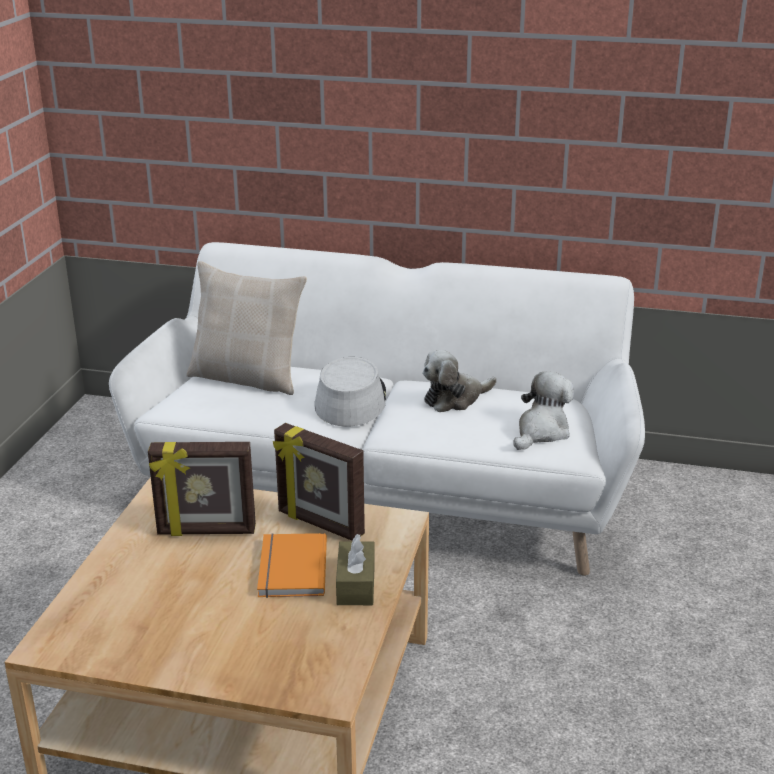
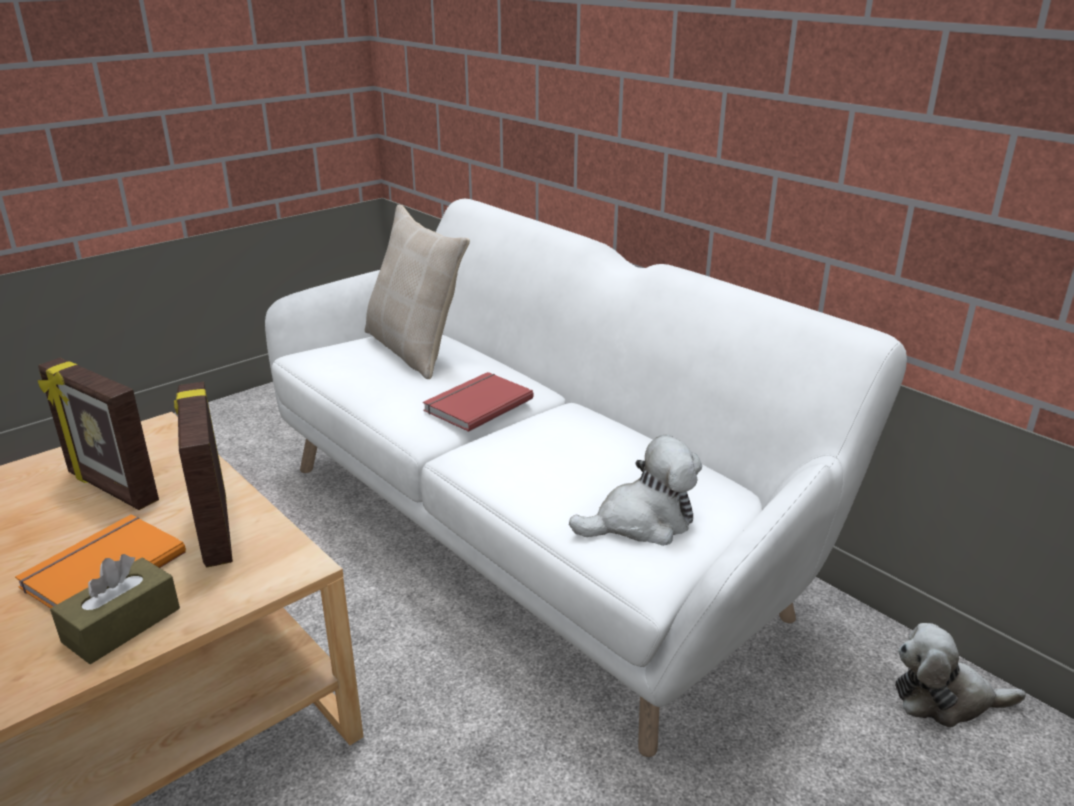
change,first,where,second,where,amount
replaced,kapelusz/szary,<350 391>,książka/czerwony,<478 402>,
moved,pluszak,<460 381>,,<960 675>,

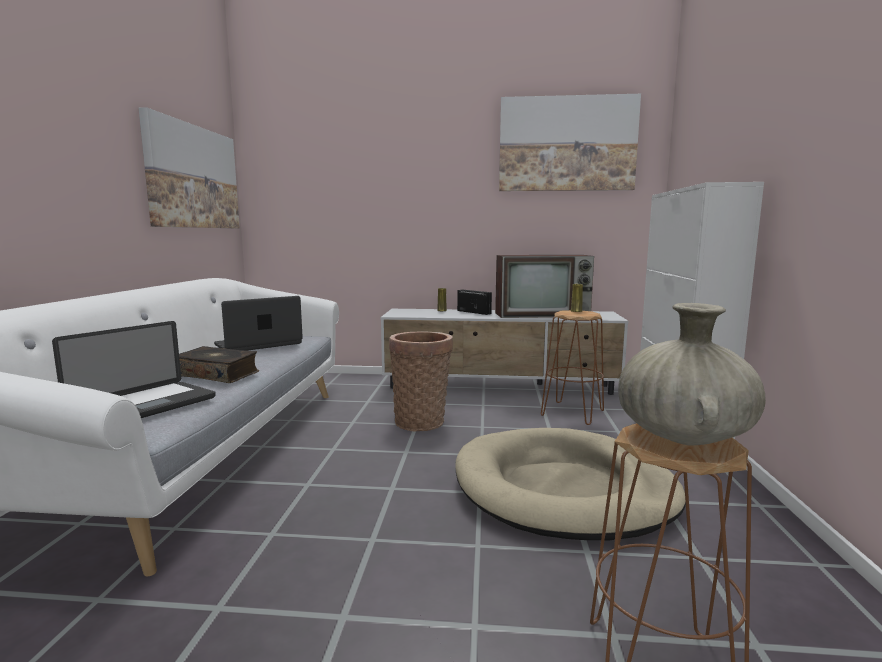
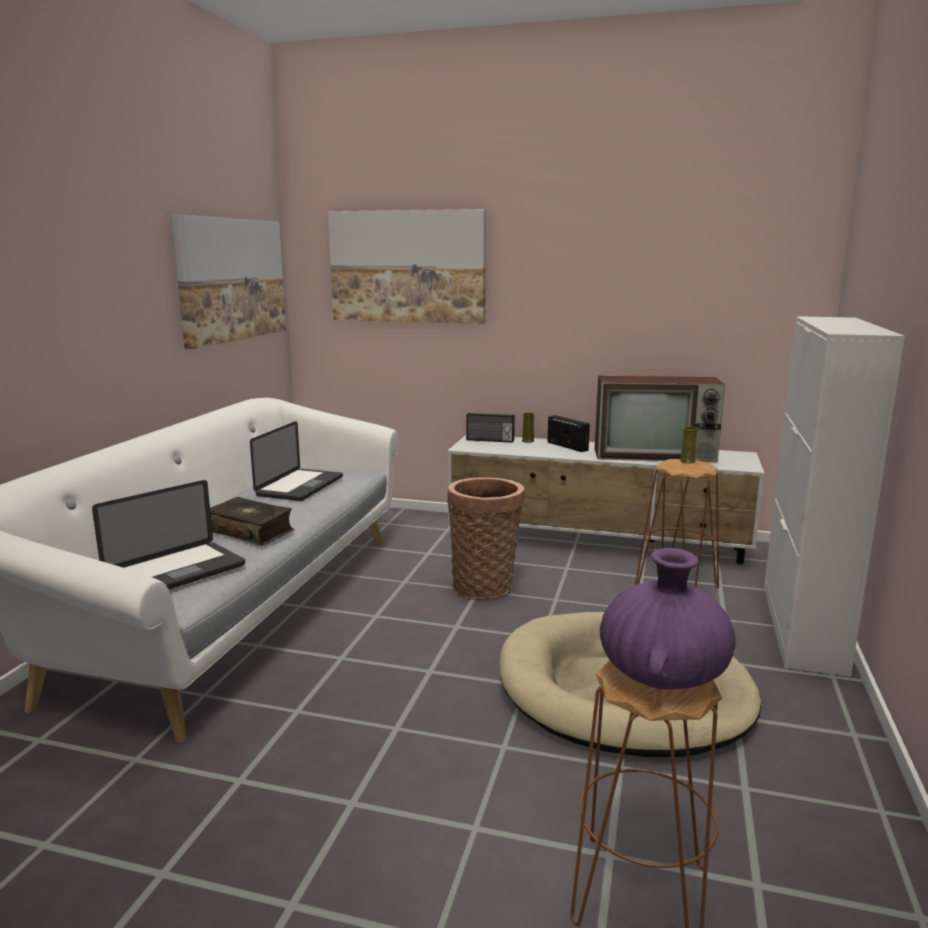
change,first,where,second,where,amount
turned,laptop,<258 323>,,<296 461>,135 degrees clockwise
moved,obraz,<570 142>,,<407 266>,
added,,,radio,<490 428>,
recoloured,wazon/beżowy,<692 374>,wazon/fioletowy,<667 618>,

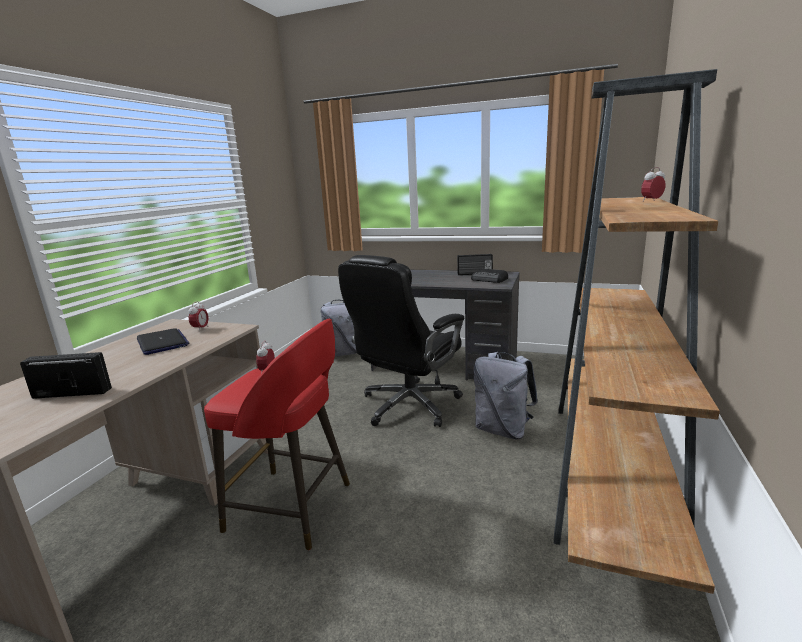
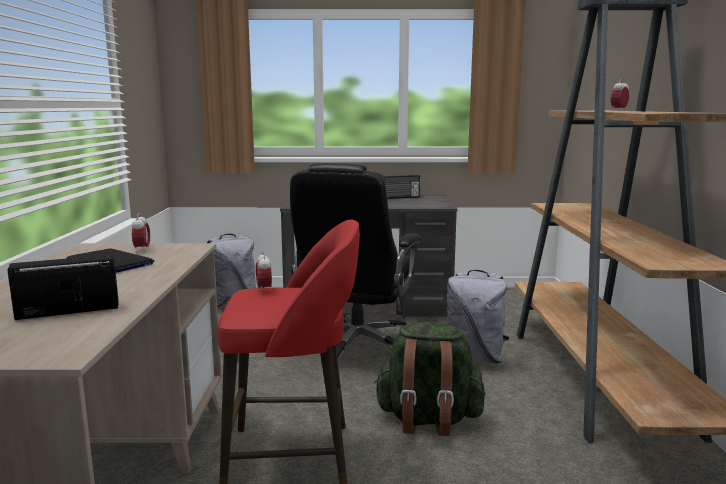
change,first,where,second,where,amount
added,,,plecak/zielony,<430 379>,
removed,radio,<489 276>,,,

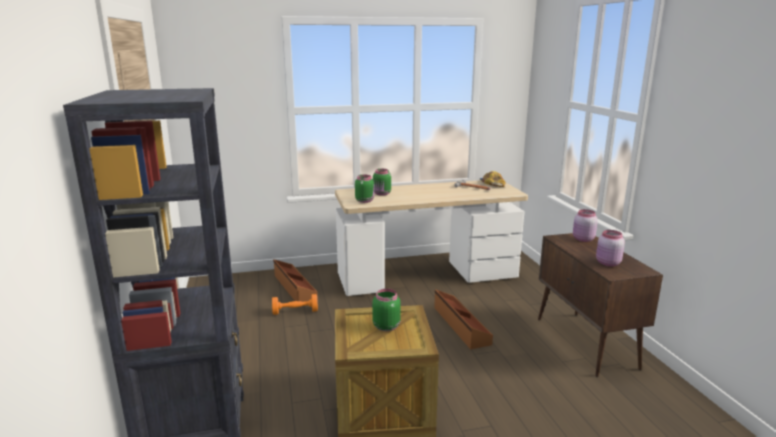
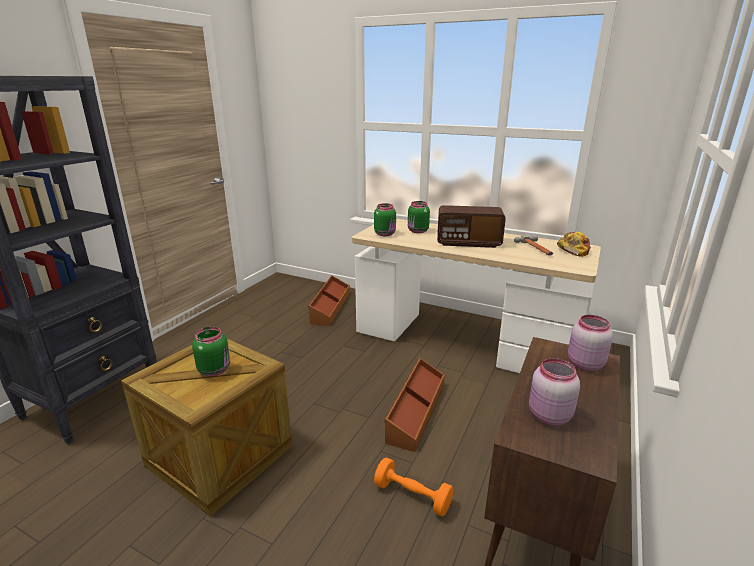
change,first,where,second,where,amount
moved,hantel/pomarańczowy,<295 304>,,<413 486>,
added,,,radio,<471 226>,

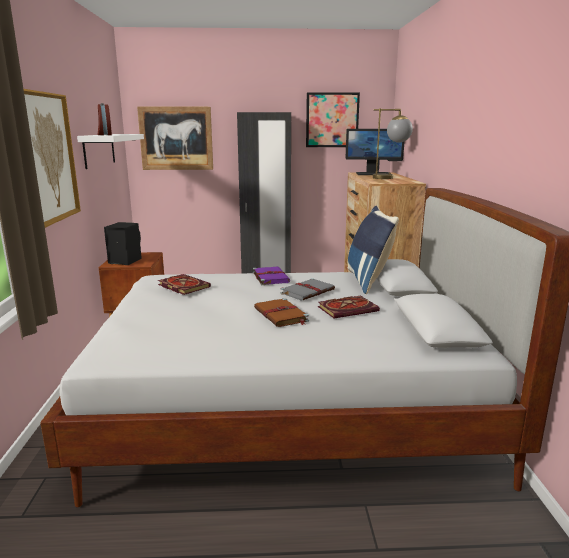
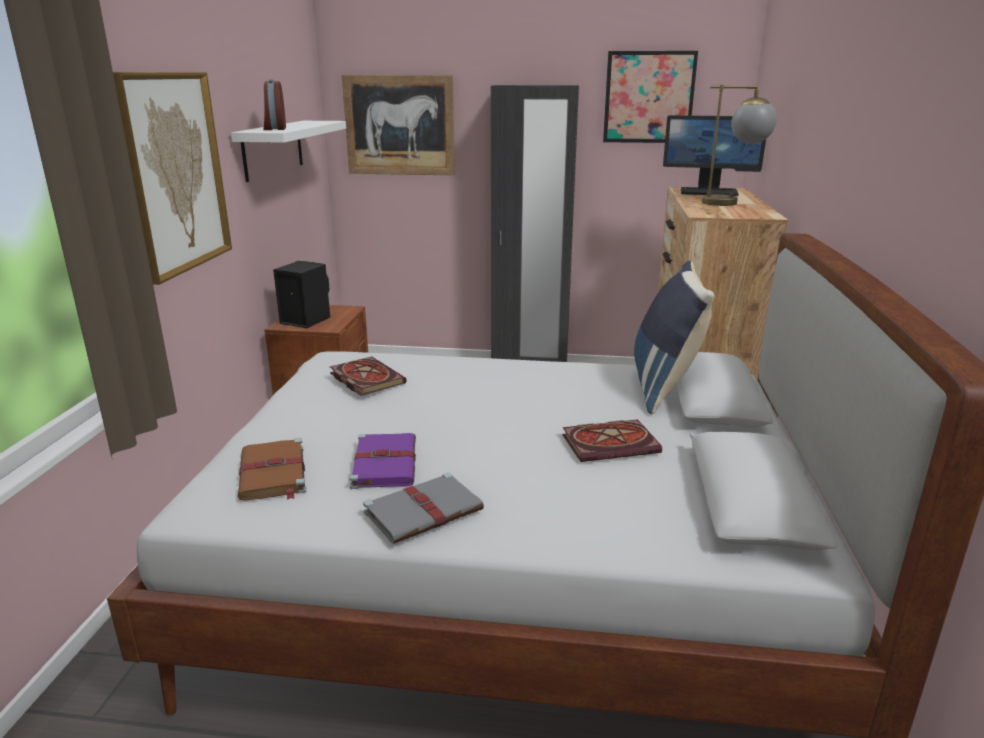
change,first,where,second,where,amount
moved,książka/brązowy,<281 312>,,<272 469>,
moved,książka/fioletowy,<271 276>,,<383 461>,
moved,książka/szary,<307 289>,,<423 508>,

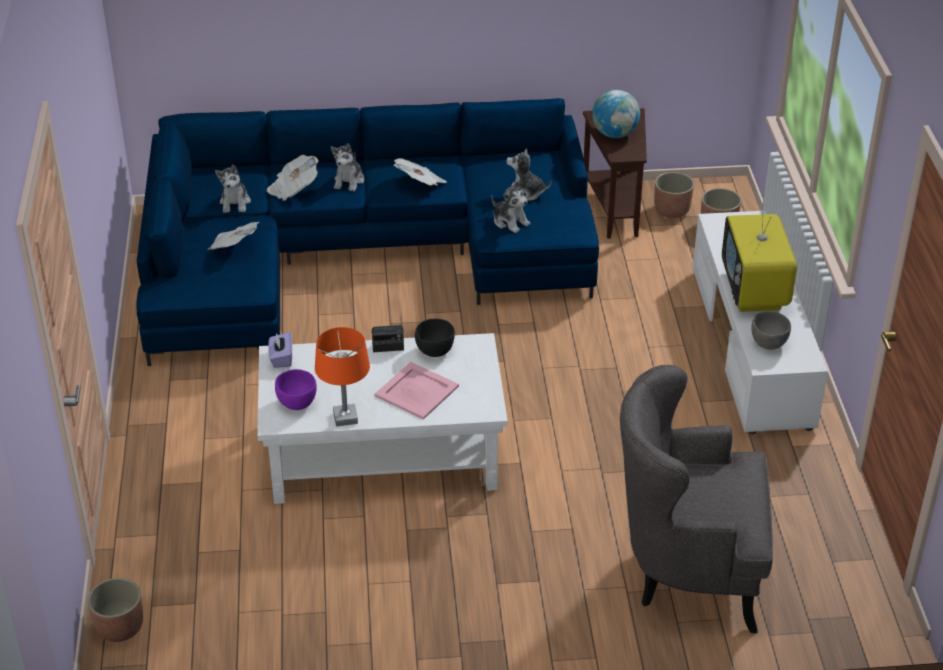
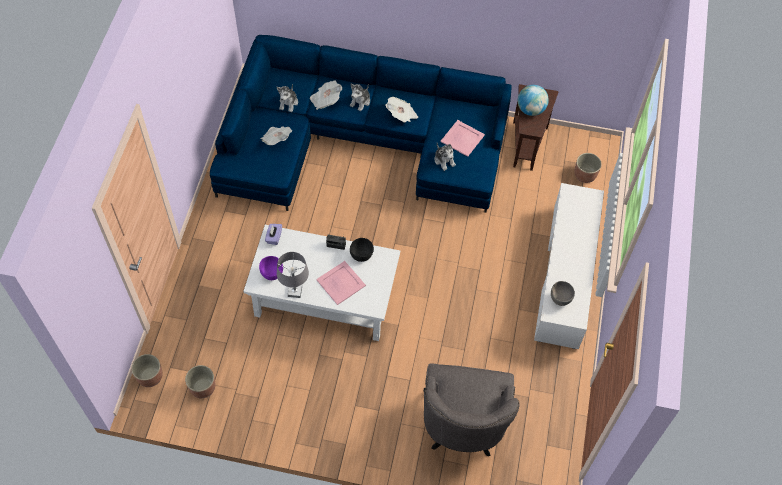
change,first,where,second,where,amount
moved,donica,<674 195>,,<200 381>,
recoloured,lampa stołowa/pomarańczowy,<342 377>,lampa stołowa/szary,<293 275>,
turned,fotel/szary,<696 499>,,<472 409>,105 degrees counterclockwise
replaced,pluszak,<528 174>,taca/różowy,<463 138>,
removed,telewizor,<759 253>,,,

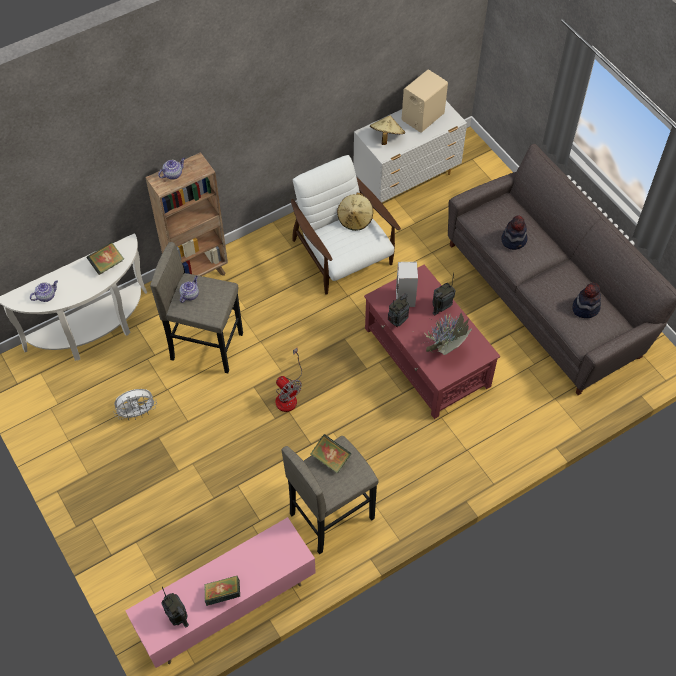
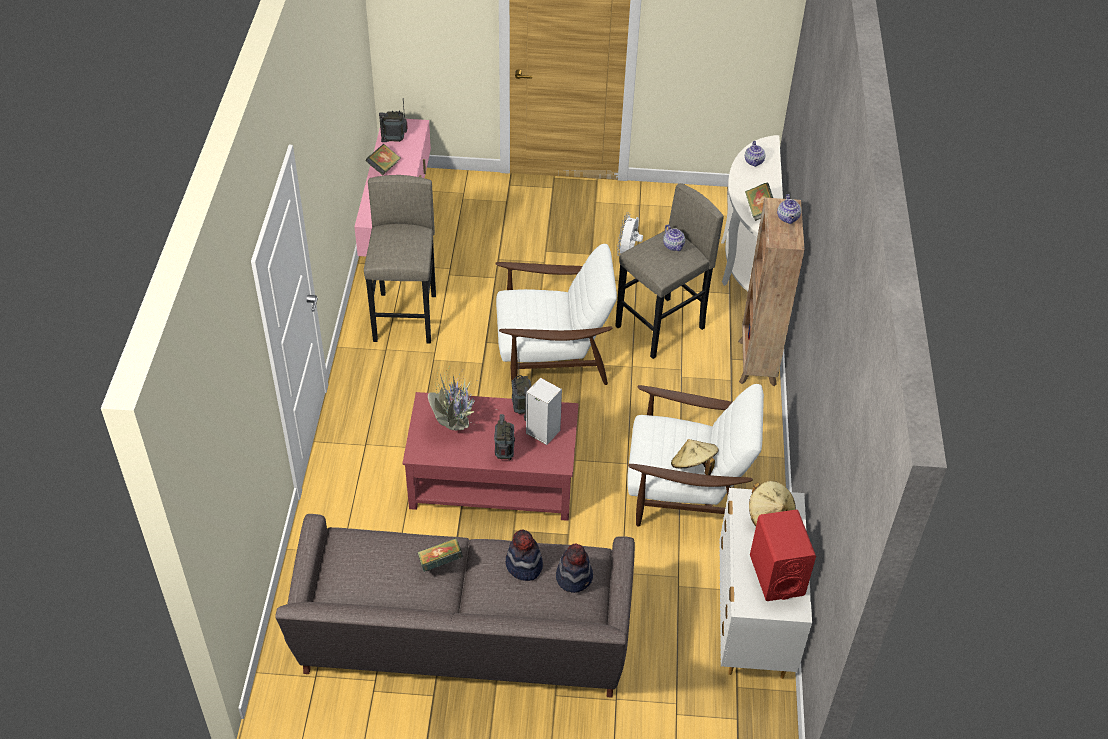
change,first,where,second,where,amount
moved,książka,<331 453>,,<440 555>,
replaced,wentylator,<288 379>,fotel/biały,<556 314>,
moved,kapelusz,<586 300>,,<574 568>,
recoloured,głośnik/beżowy,<425 101>,głośnik/czerwony,<783 555>,

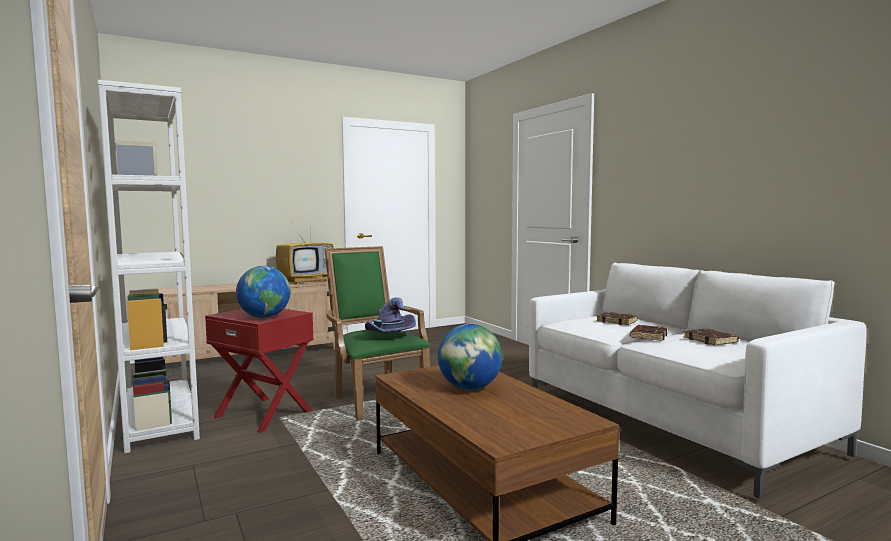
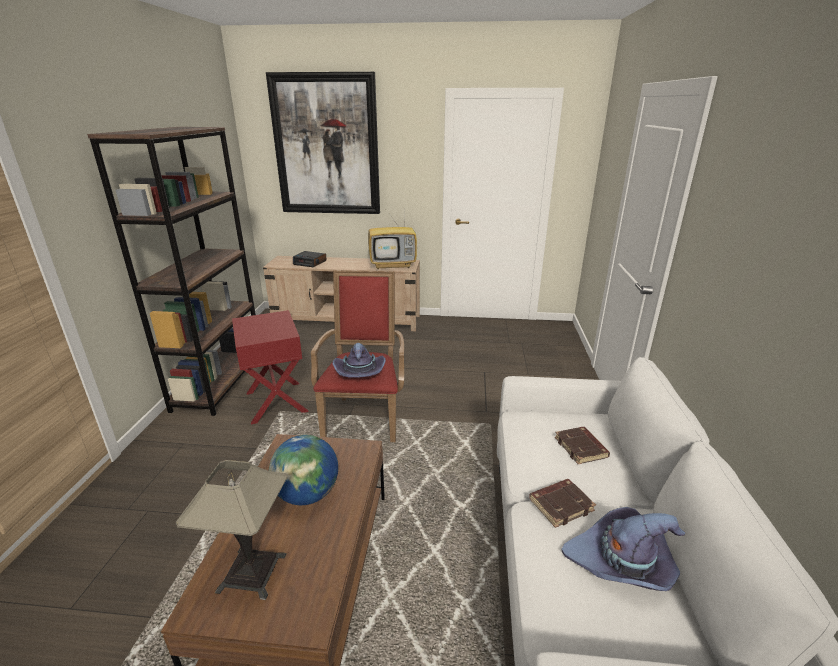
change,first,where,second,where,amount
recoloured,regał/biały,<149 267>,regał/brązowy,<171 271>,
added,,,lampa stołowa,<232 530>,
added,,,obraz,<323 143>,
added,,,budzik,<310 259>,
recoloured,fotel/zielony,<377 333>,fotel/czerwony,<357 356>,
replaced,książka/brązowy,<711 337>,kapelusz/fioletowy,<623 549>,
removed,globus,<263 292>,,,

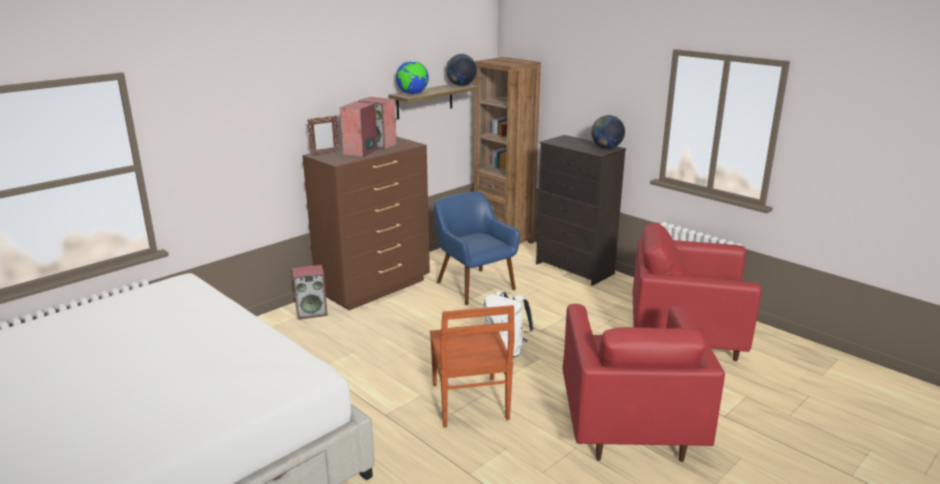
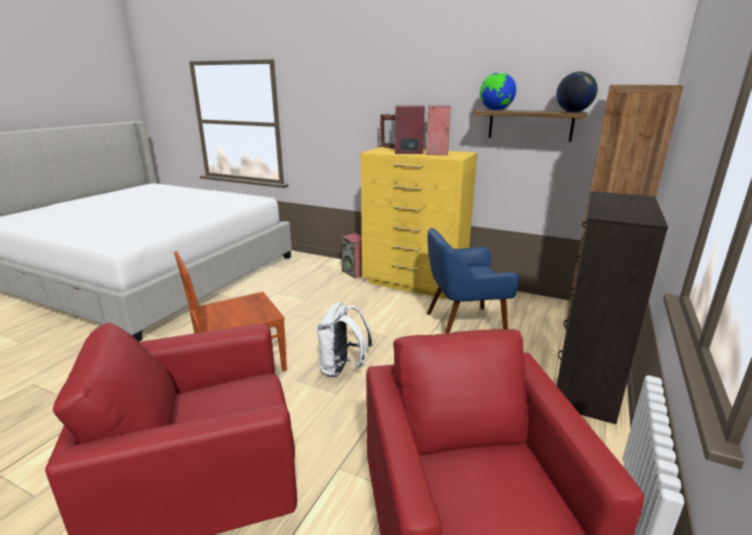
change,first,where,second,where,amount
recoloured,komoda/brązowy,<366 223>,komoda/żółty,<419 223>,
turned,fotel/niebieski,<477 248>,,<473 281>,135 degrees counterclockwise
removed,globus,<608 132>,,,

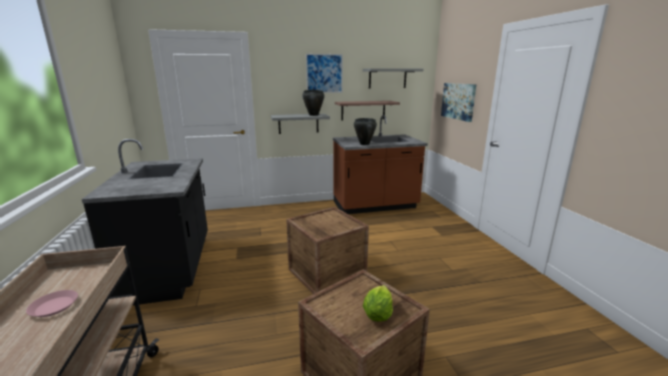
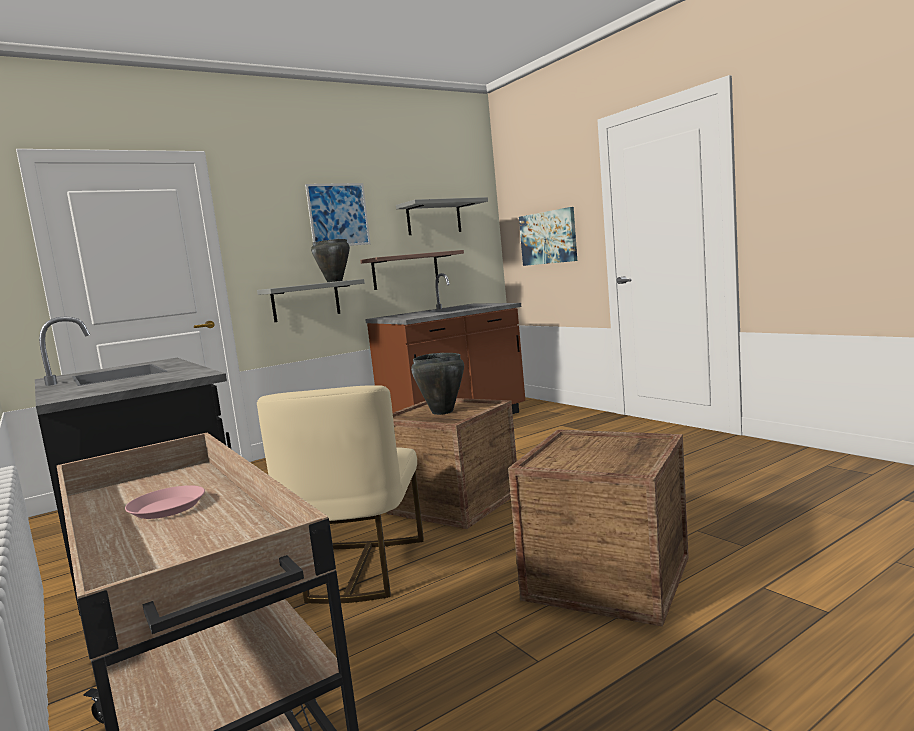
change,first,where,second,where,amount
added,,,krzesło/beżowy,<340 494>,
moved,garnek/czarny,<365 131>,,<437 384>,
removed,sałata,<378 303>,,,

